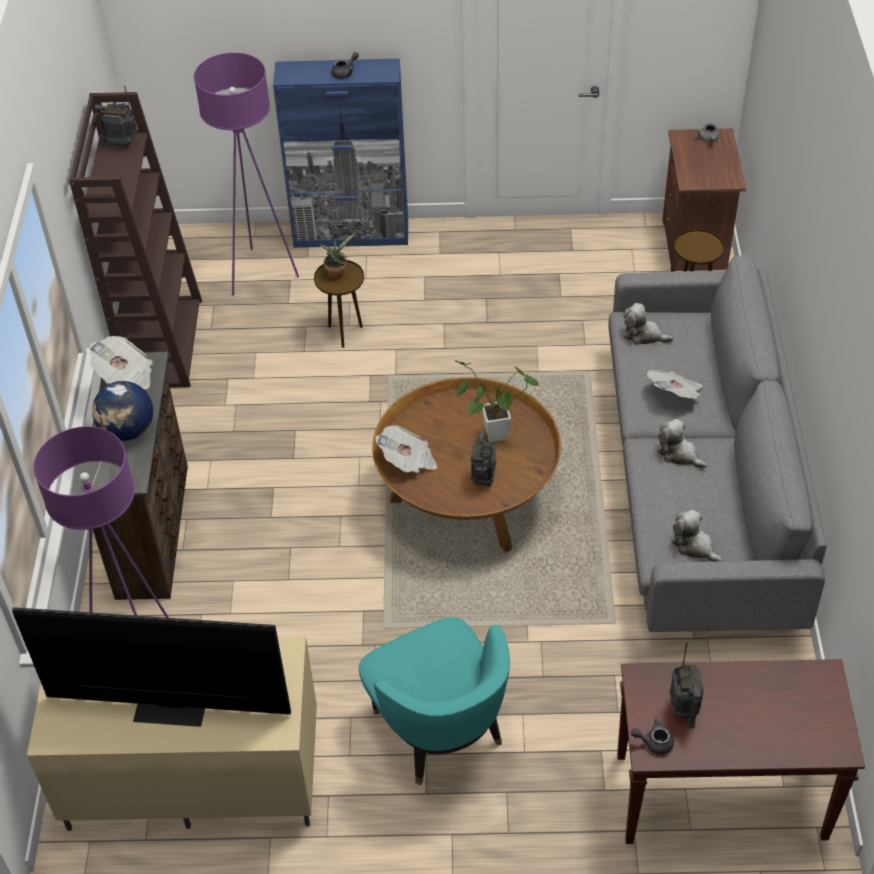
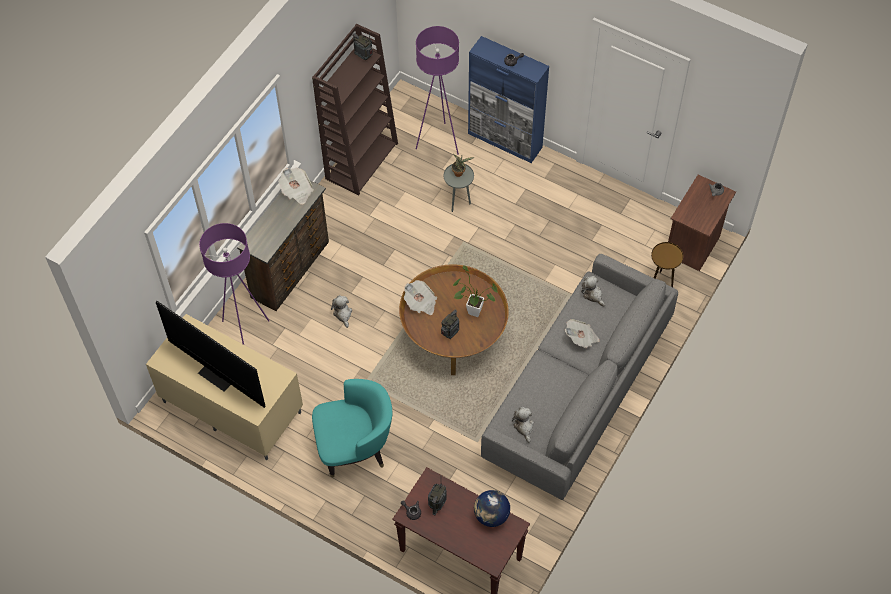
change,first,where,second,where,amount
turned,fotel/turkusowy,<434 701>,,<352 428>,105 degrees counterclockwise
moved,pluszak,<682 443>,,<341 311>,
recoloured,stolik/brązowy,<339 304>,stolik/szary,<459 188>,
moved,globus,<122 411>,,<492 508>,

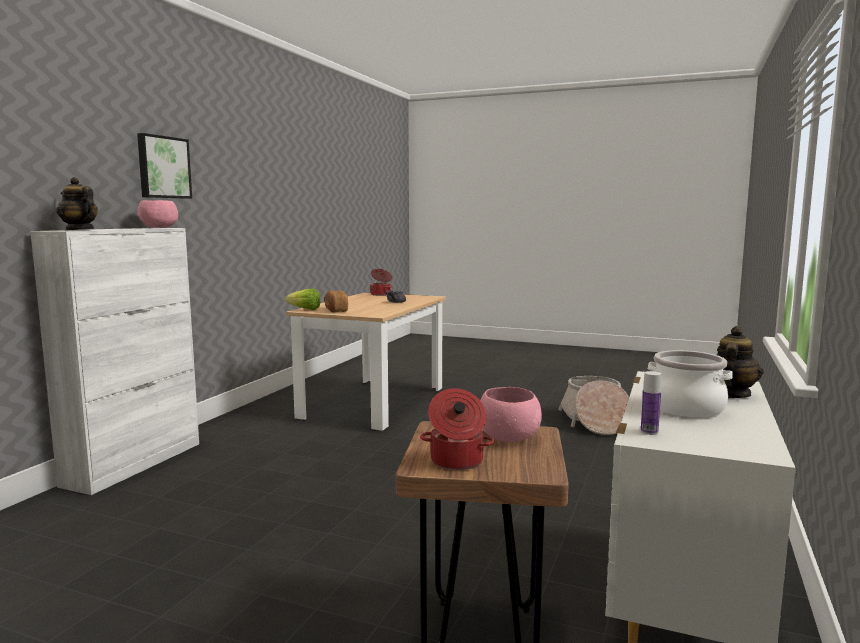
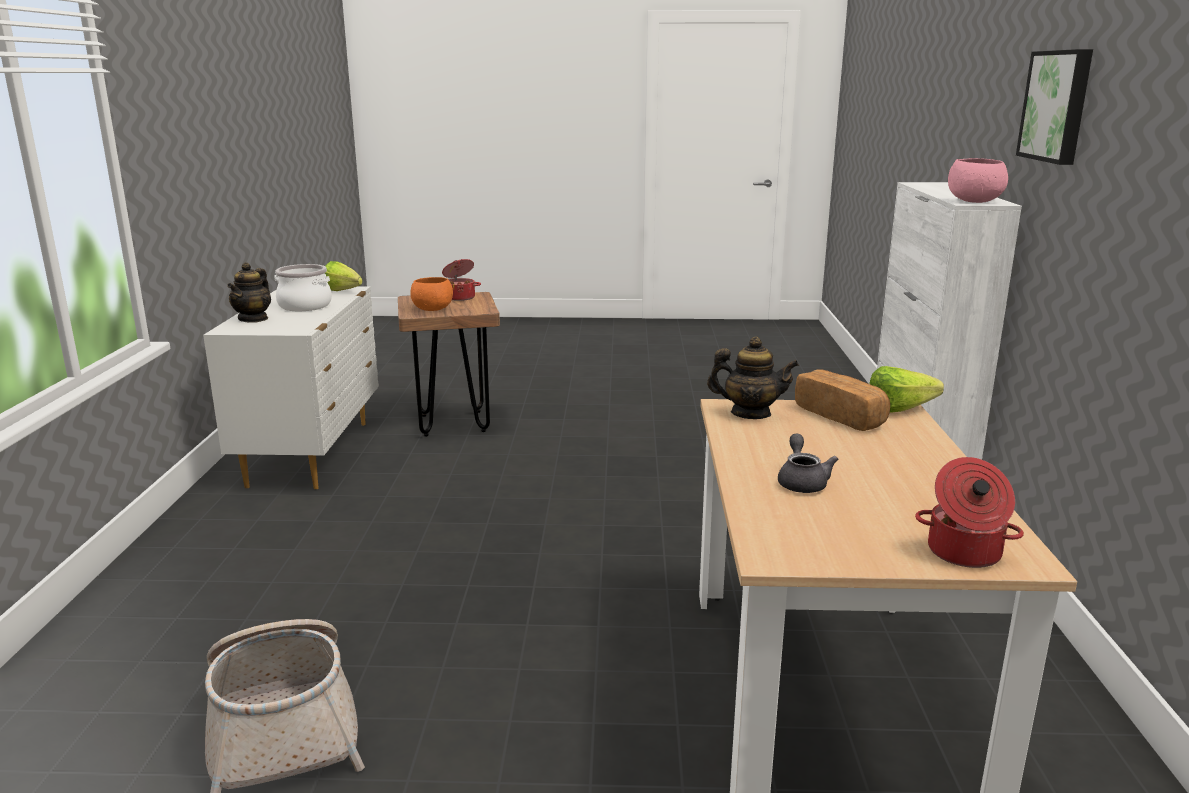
change,first,where,second,where,amount
replaced,butelka,<651 403>,sałata,<344 276>,
recoloured,miska/różowy,<511 414>,miska/pomarańczowy,<431 294>,
moved,imbryk,<77 203>,,<753 378>,

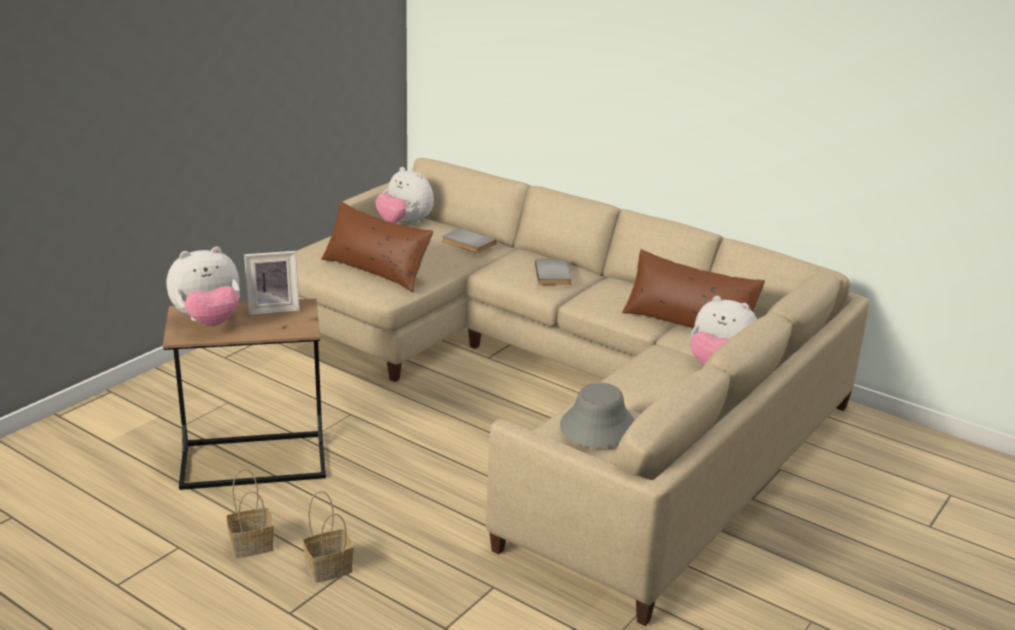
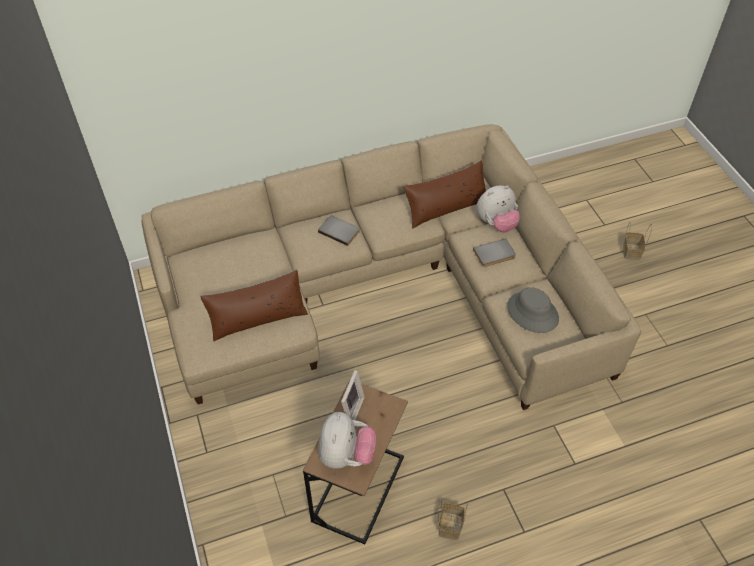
change,first,where,second,where,amount
moved,książka/szary,<469 240>,,<494 252>,
moved,koszyk,<328 537>,,<637 241>,
removed,pluszak,<404 196>,,,

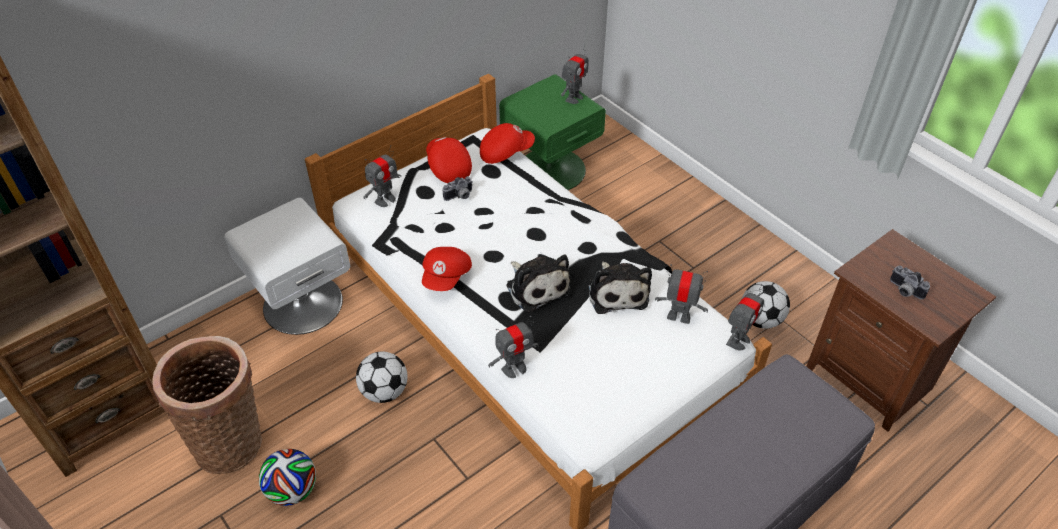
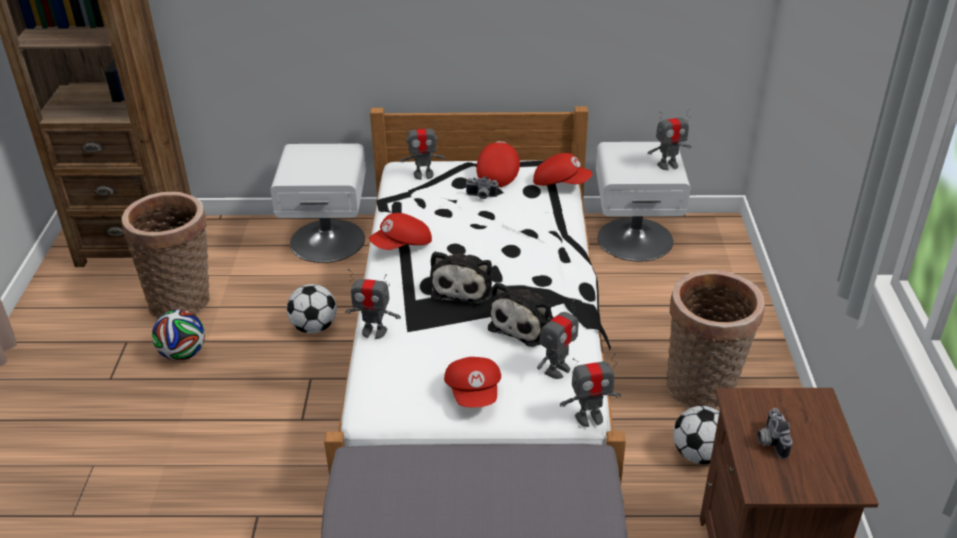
change,first,where,second,where,amount
added,,,czapka z daszkiem/czerwony,<472 382>,
turned,robot zabawkowy,<681 294>,,<557 339>,75 degrees clockwise
recoloured,szafka nocna/zielony,<552 132>,szafka nocna/biały,<643 202>,
added,,,koszyk,<715 339>,

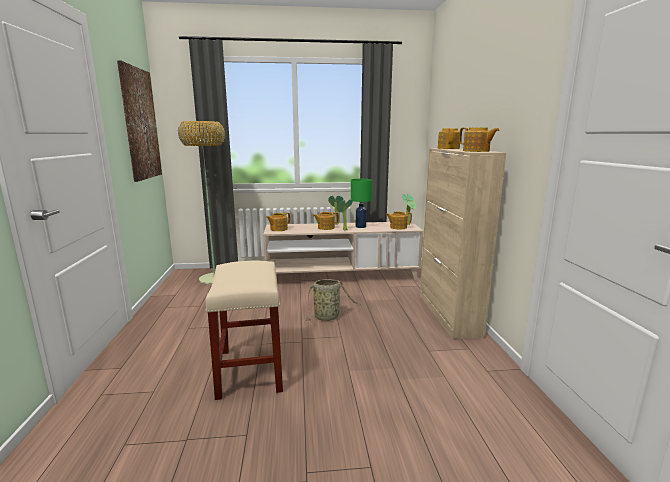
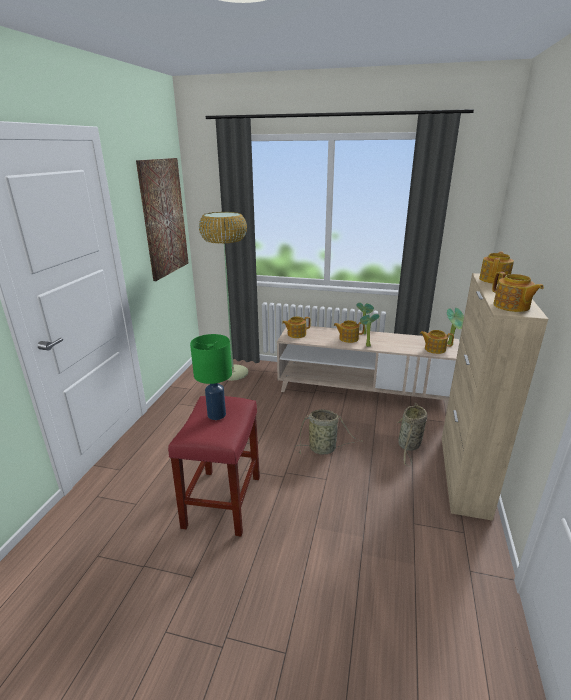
change,first,where,second,where,amount
recoloured,stołek/beżowy,<244 330>,stołek/czerwony,<214 466>,
moved,lampa stołowa/zielony,<362 203>,,<211 377>,
added,,,koszyk,<411 434>,

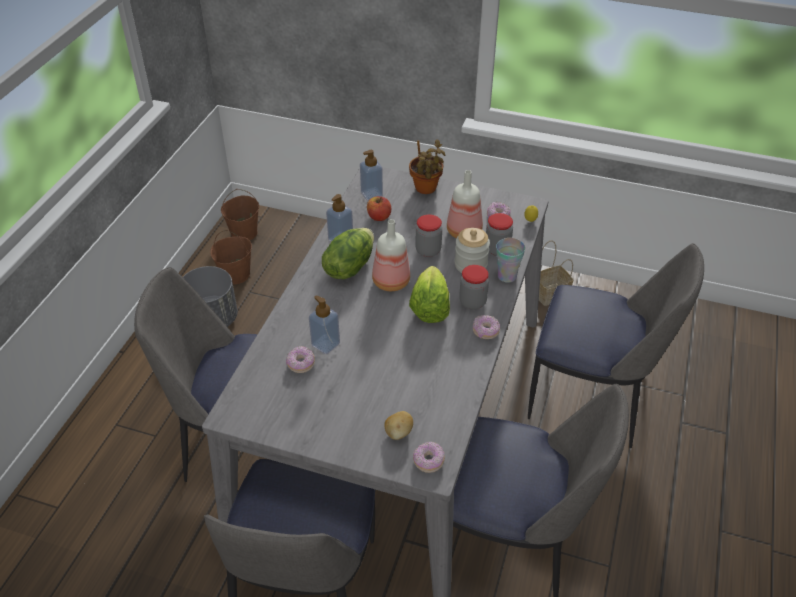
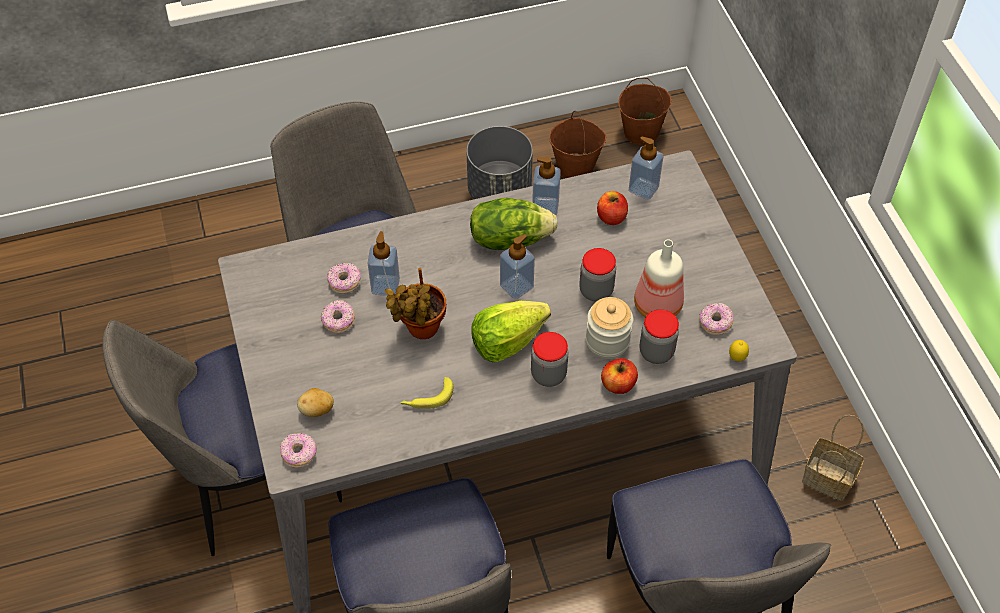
change,first,where,second,where,amount
moved,donut,<486 327>,,<338 316>,
moved,roślina doniczkowa,<427 166>,,<415 303>,
added,,,banan,<426 393>,
replaced,butelka,<391 255>,dozownik mydła,<517 266>,
replaced,filiżanka,<510 260>,jabłko,<619 376>,

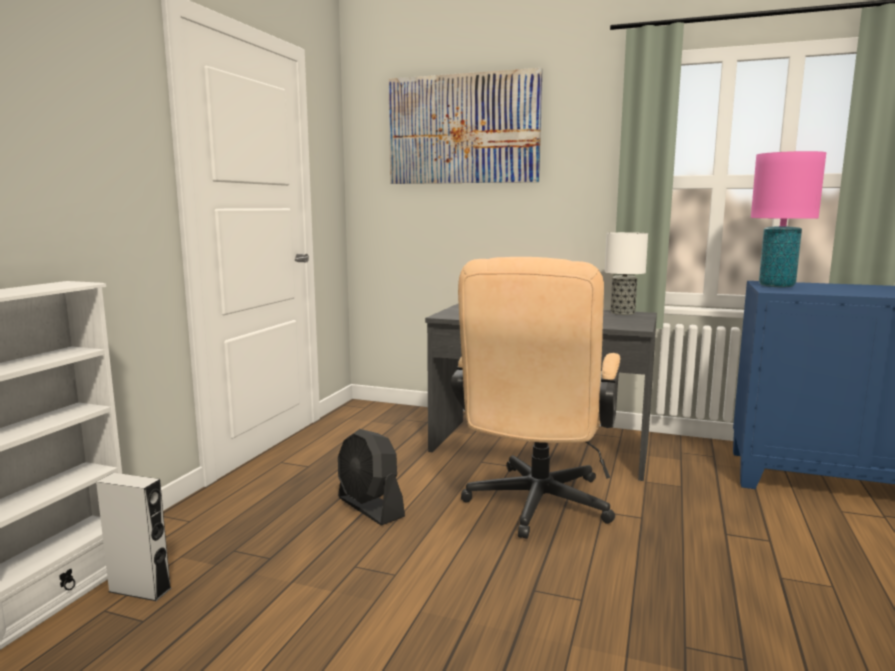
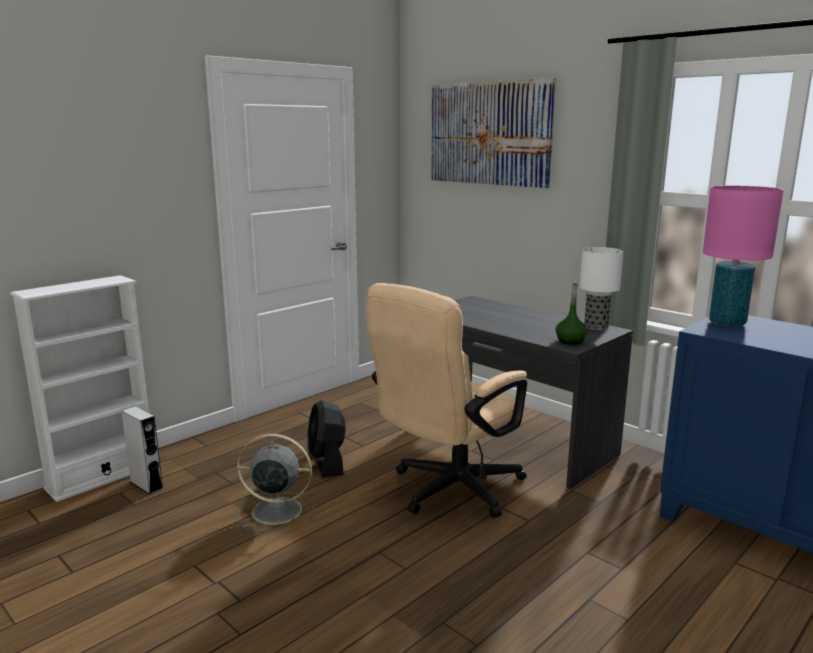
change,first,where,second,where,amount
added,,,wentylator/szary,<275 483>,
added,,,butelka/zielony,<571 313>,

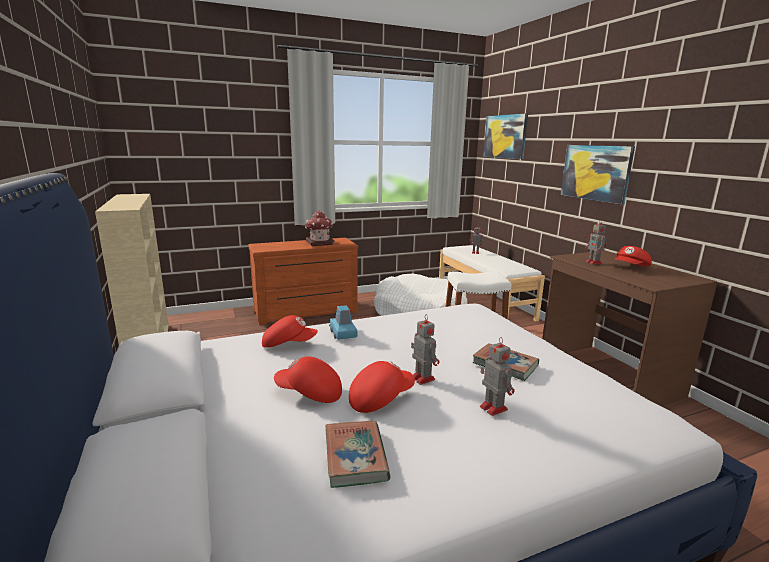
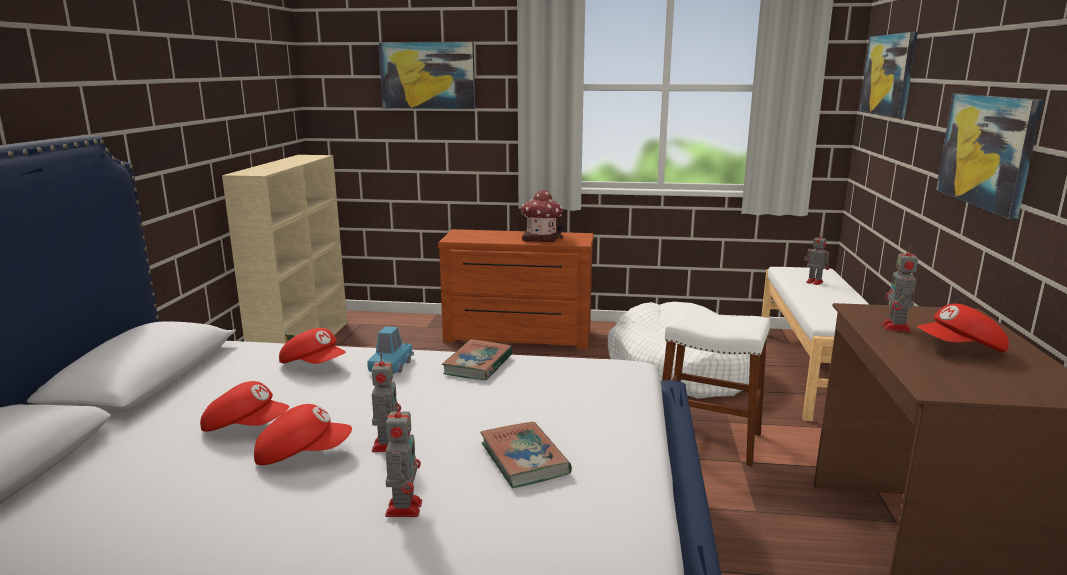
change,first,where,second,where,amount
turned,czapka z daszkiem/czerwony,<308 379>,,<244 406>,150 degrees clockwise
added,,,obraz,<426 75>,
moved,książka,<357 454>,,<477 359>,

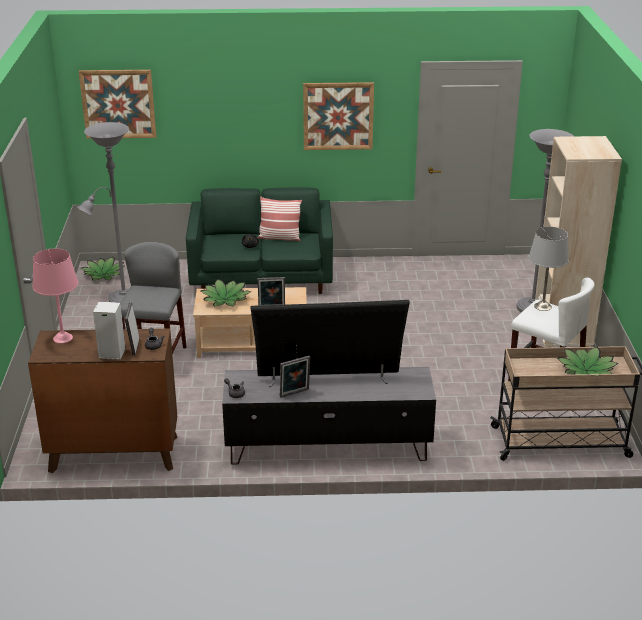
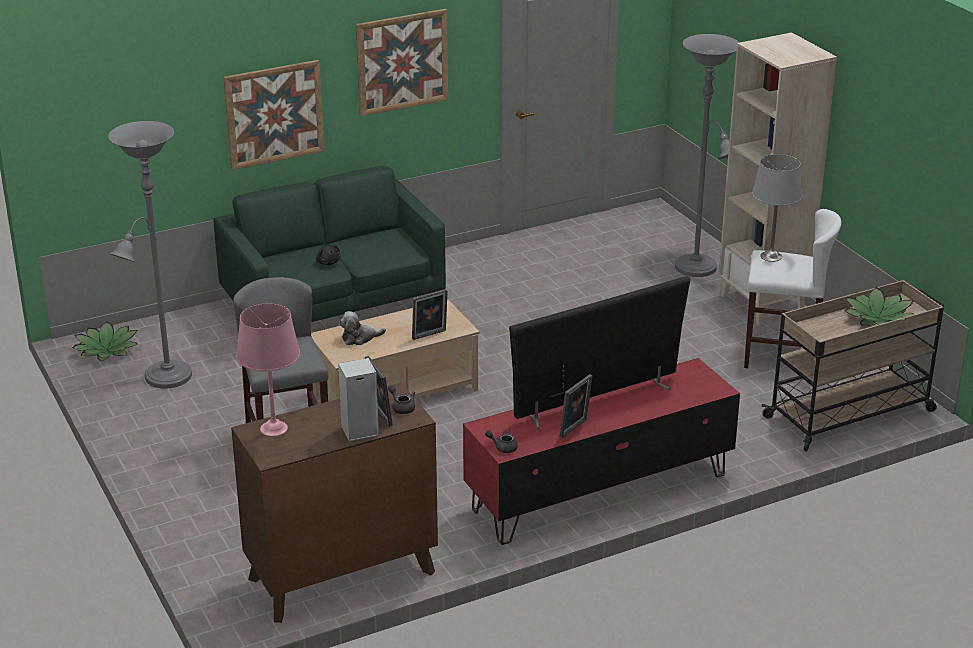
change,first,where,second,where,amount
moved,obraz,<118 104>,,<274 115>,
replaced,roślina doniczkowa,<226 293>,pluszak,<362 328>,
recoloured,szafka pod telewizor/szary,<329 416>,szafka pod telewizor/czerwony,<601 451>,
removed,poduszka,<280 219>,,,

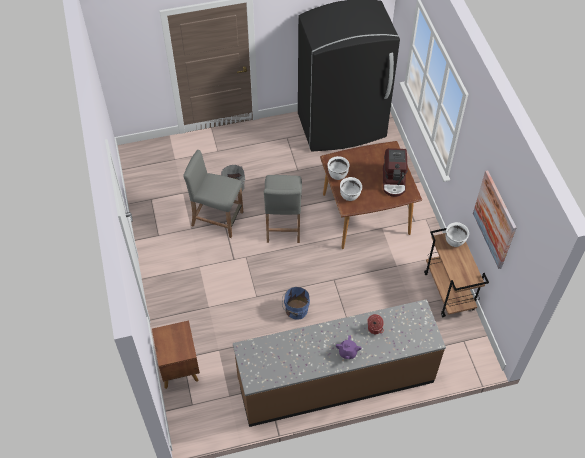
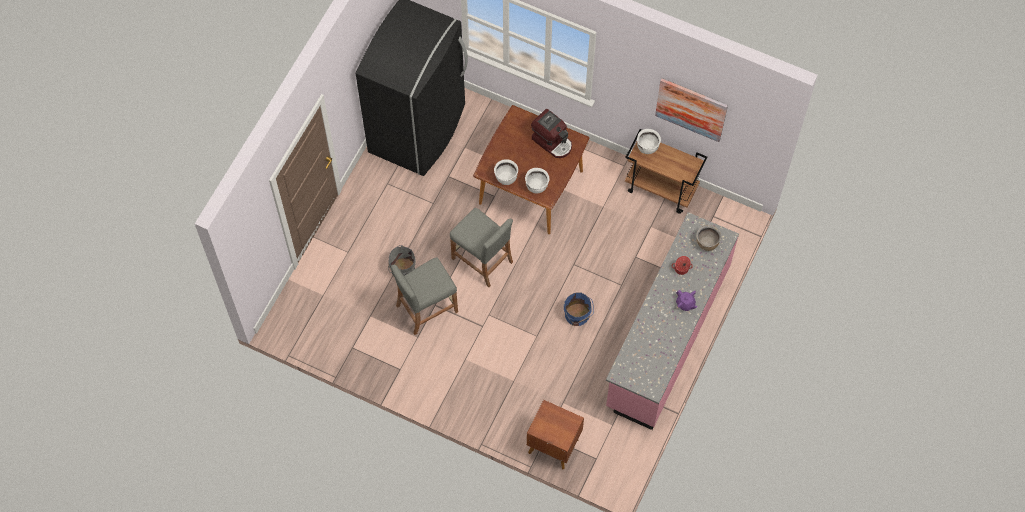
change,first,where,second,where,amount
recoloured,zabudowa kuchenna/brązowy,<339 363>,zabudowa kuchenna/różowy,<672 321>,
added,,,garnek/brązowy,<708 238>,

